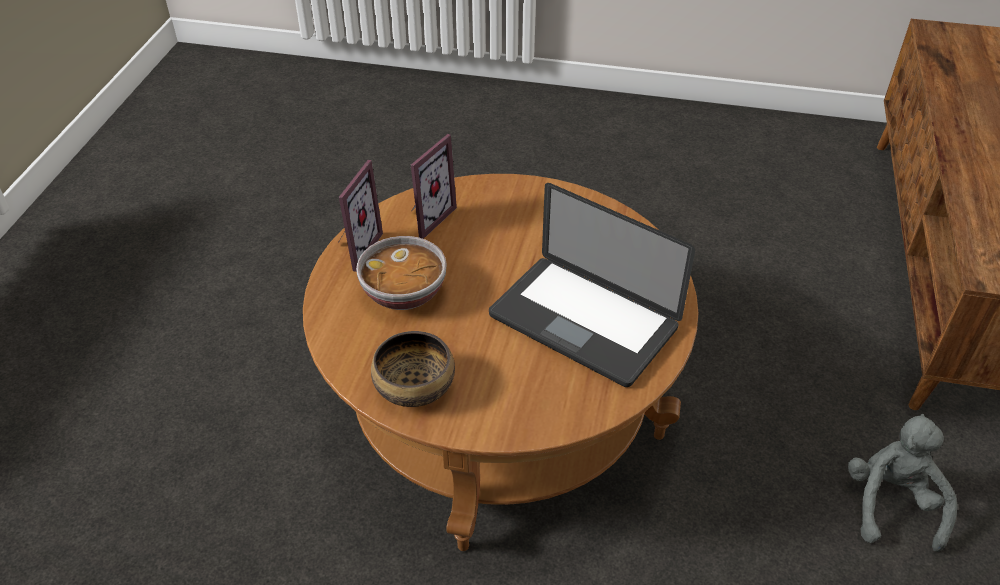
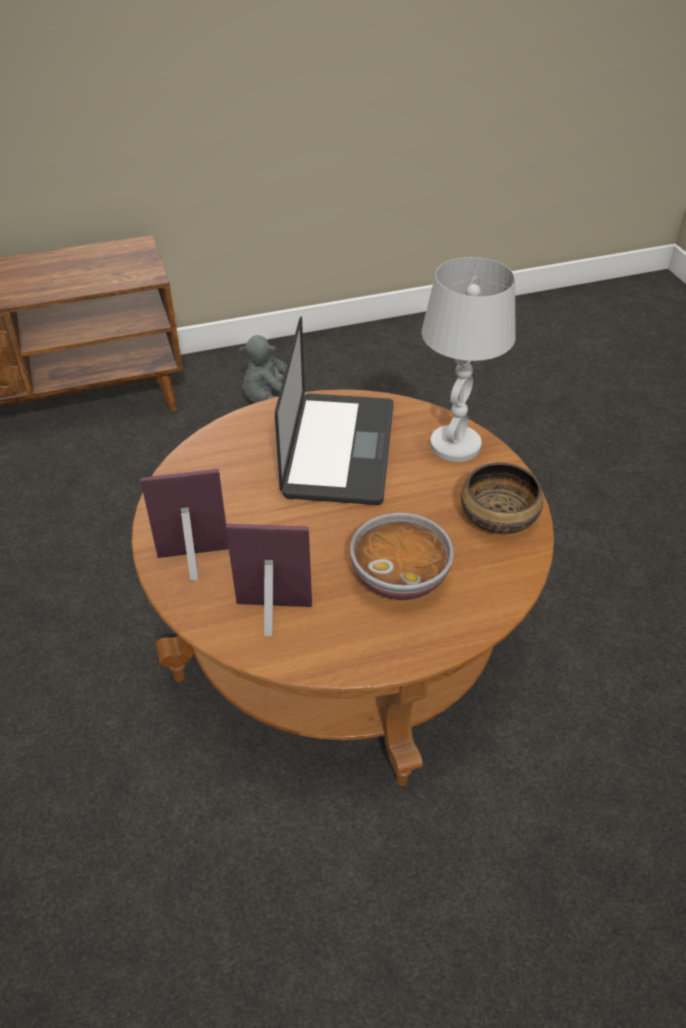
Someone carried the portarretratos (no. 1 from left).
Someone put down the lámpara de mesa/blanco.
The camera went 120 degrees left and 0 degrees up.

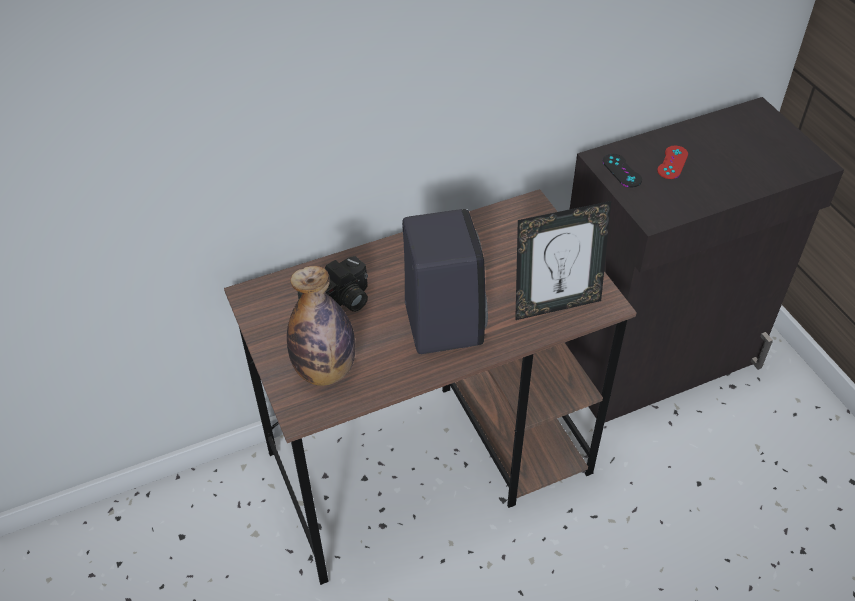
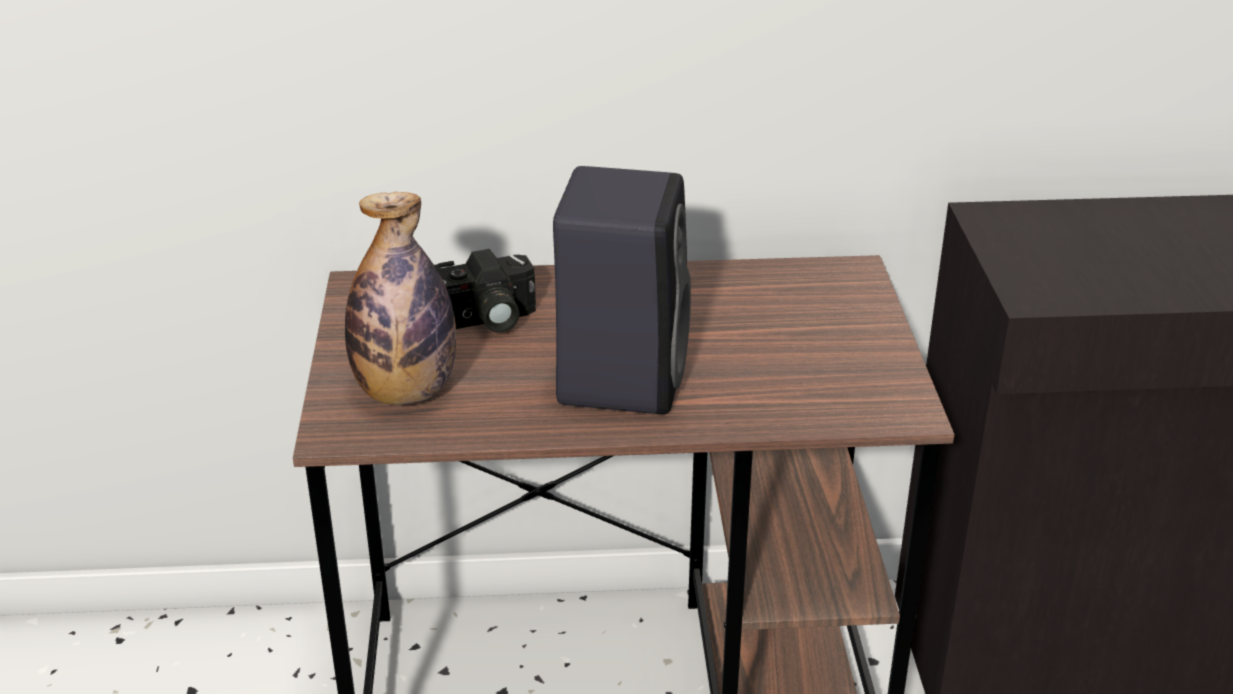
Someone took away the portarretratos.
Someone took away the mando de consola/negro.
Someone took away the mando de consola/rojo.
The camera went 20 degrees right and 15 degrees down.

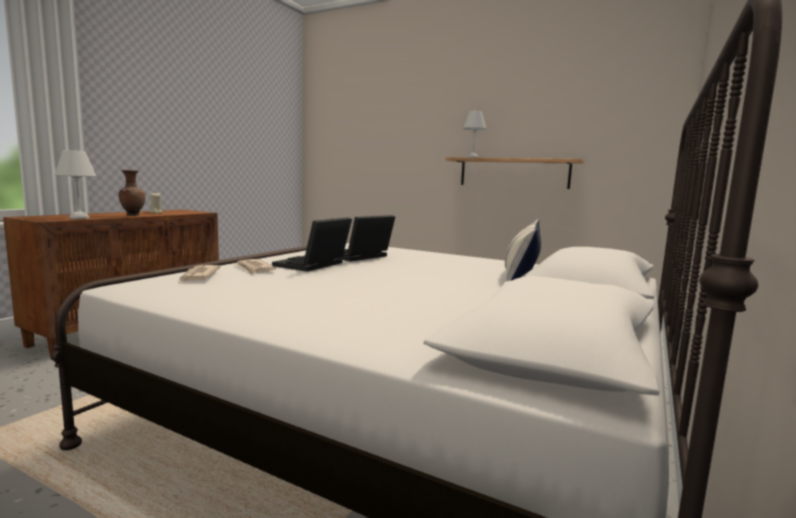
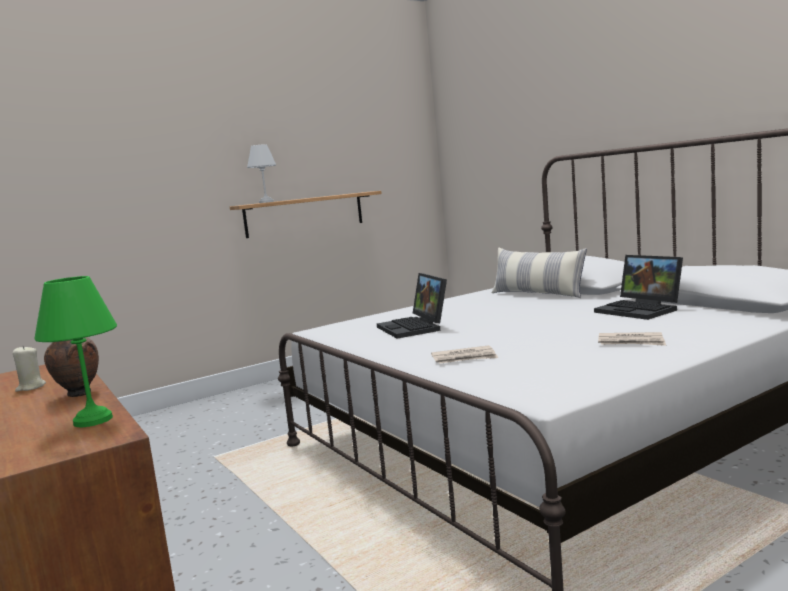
Someone repainted the lámpara de mesa/blanco (no. 1 from left), which became the lámpara de mesa/verde.
Someone carried the periódico (no. 1 from left in the first image).
Someone carried the portátil (no. 1 from left in the first image).
The camera went 60 degrees left and 0 degrees up.

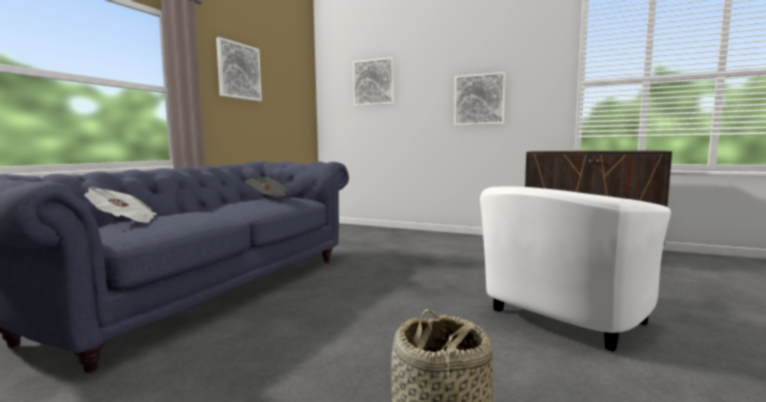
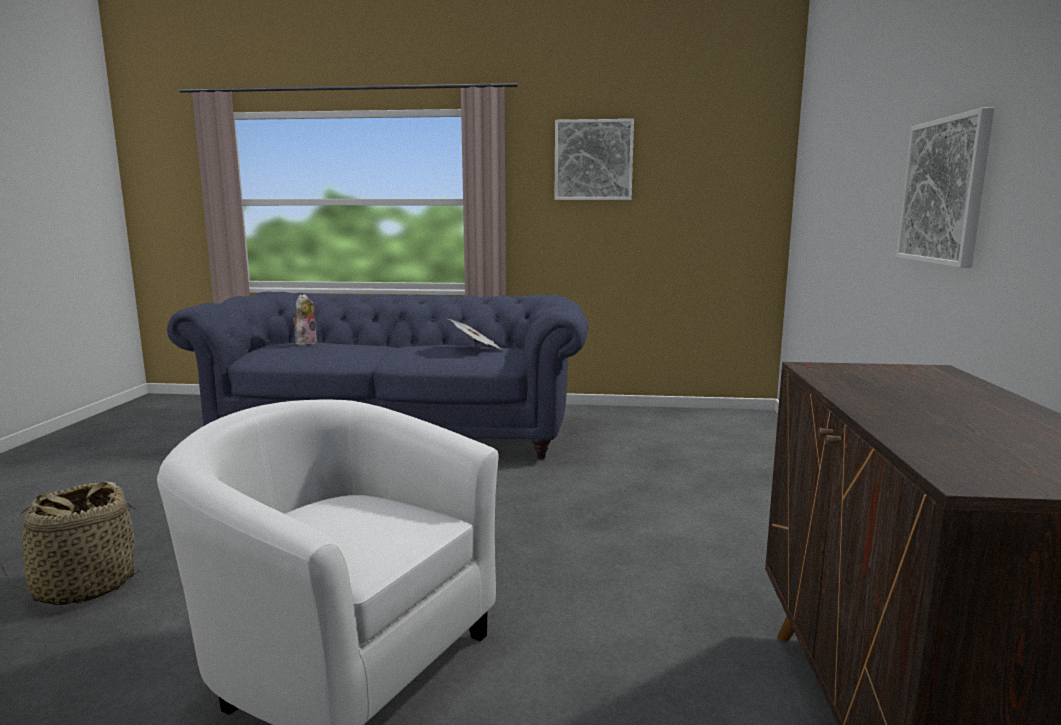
Someone swapped the periódico (no. 1 from left) for the peluche.
Someone took away the cuadro (no. 2 from left).
The camera went 70 degrees right and 5 degrees up.

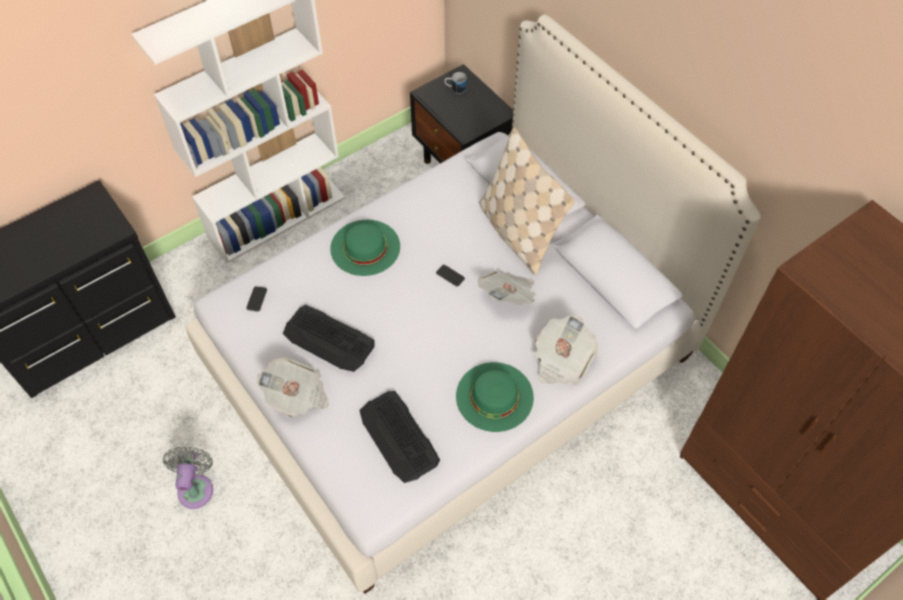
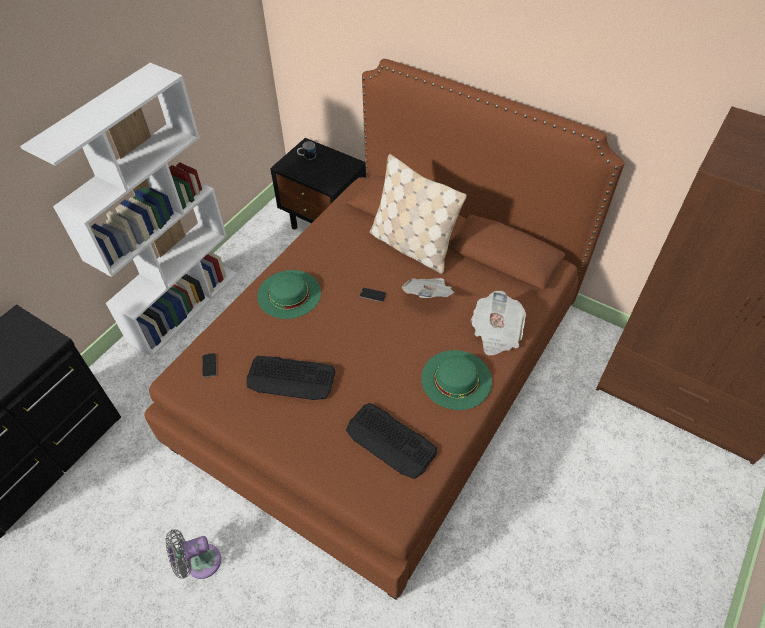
Someone rotated the ventilador/gris by 90 degrees counterclockwise.
Someone repainted the cama/blanco, which became the cama/marrón.
Someone took away the periódico (no. 1 from left).
The camera went 20 degrees left and 5 degrees down.

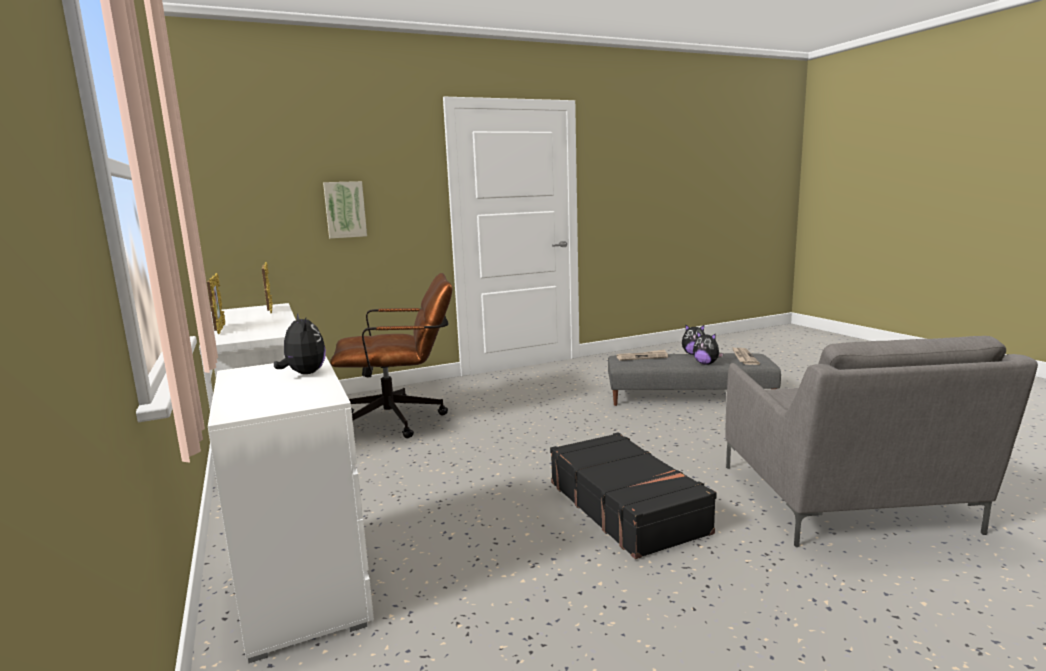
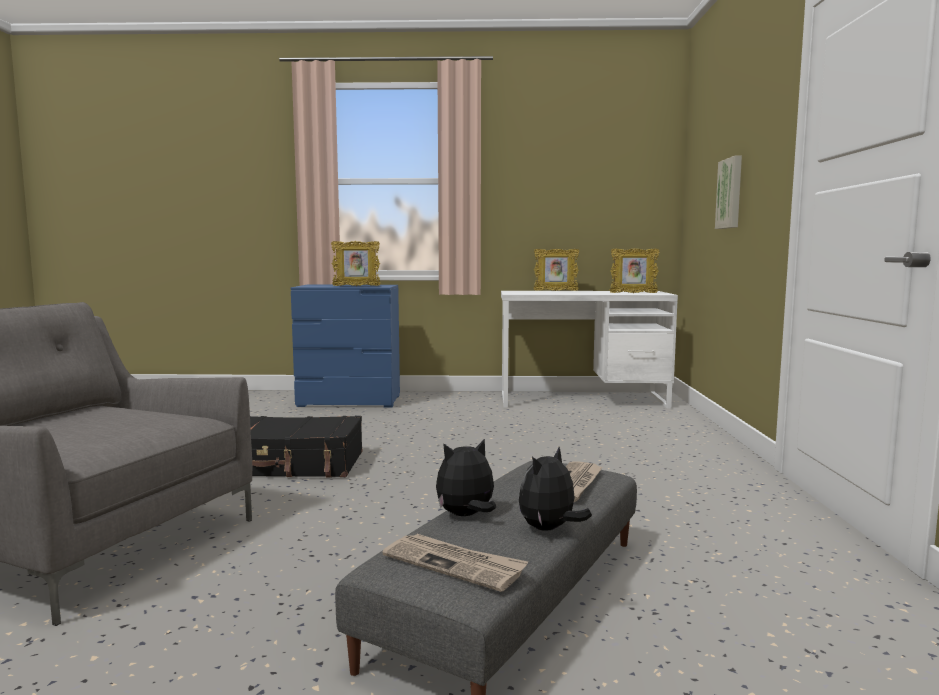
Someone repainted the cómoda/blanco, which became the cómoda/azul.
Someone swapped the peluche (no. 1 from left) for the portarretratos (no. 1 from left).
Someone took away the silla de oficina/marrón.
The camera went 115 degrees right and 5 degrees down.

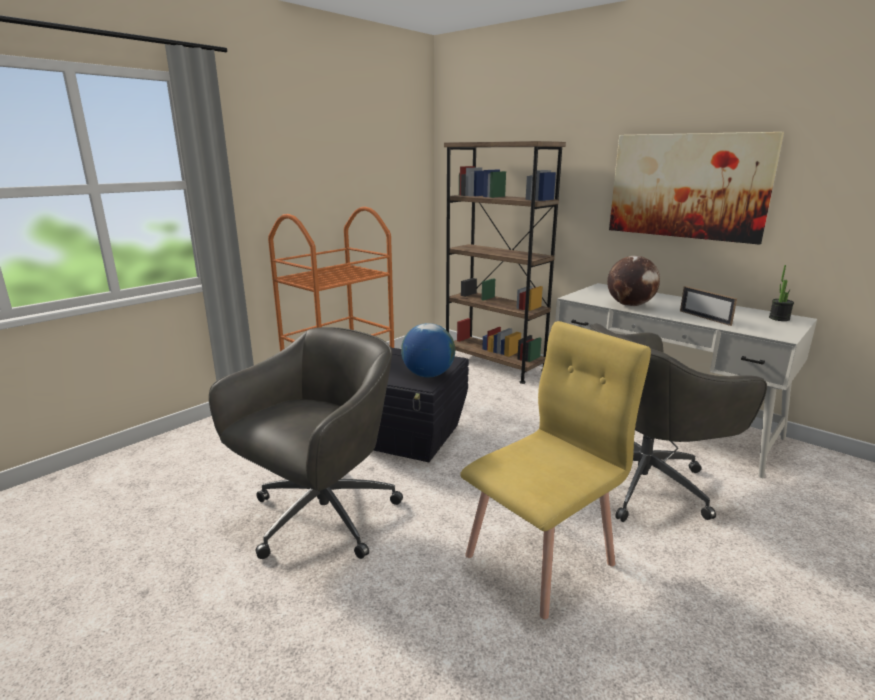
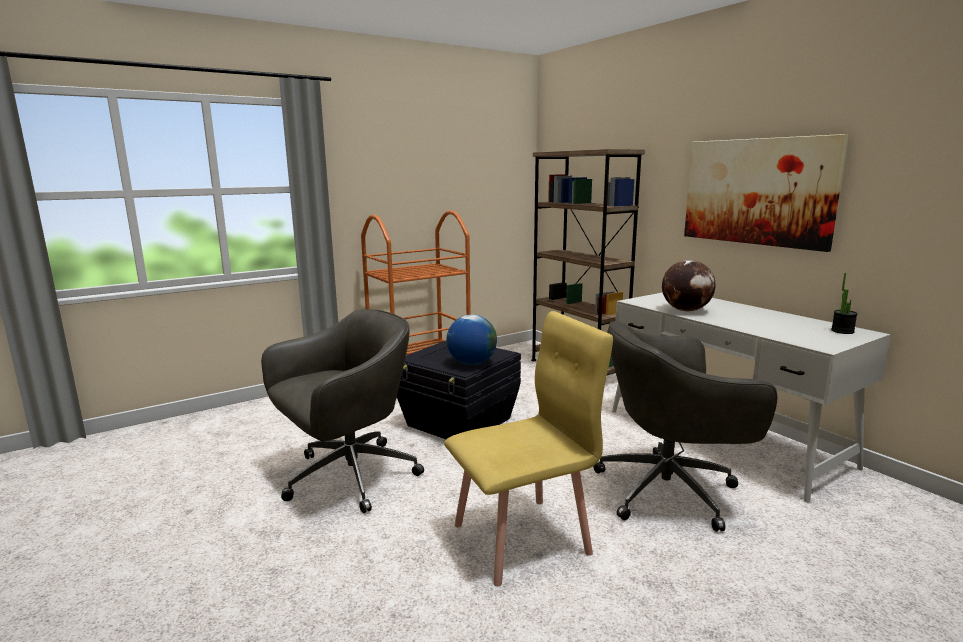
Someone took away the portarretratos.
The camera went 15 degrees right and 5 degrees down.

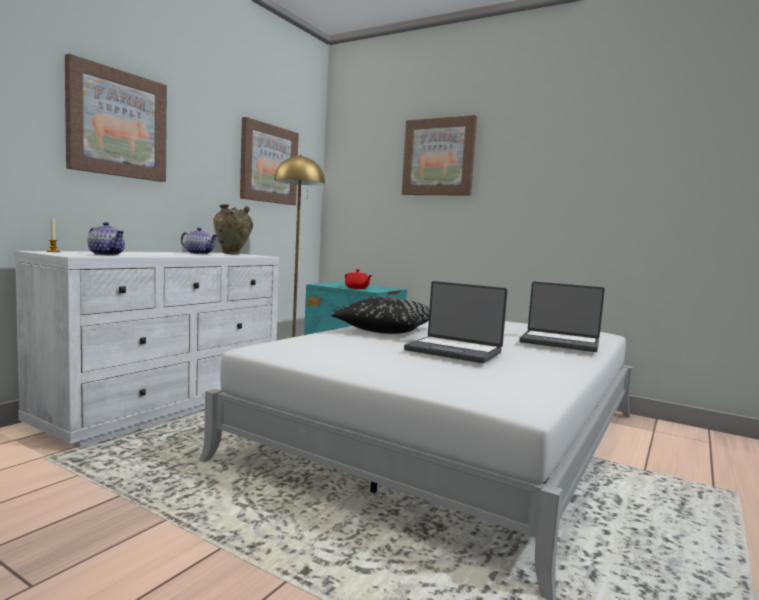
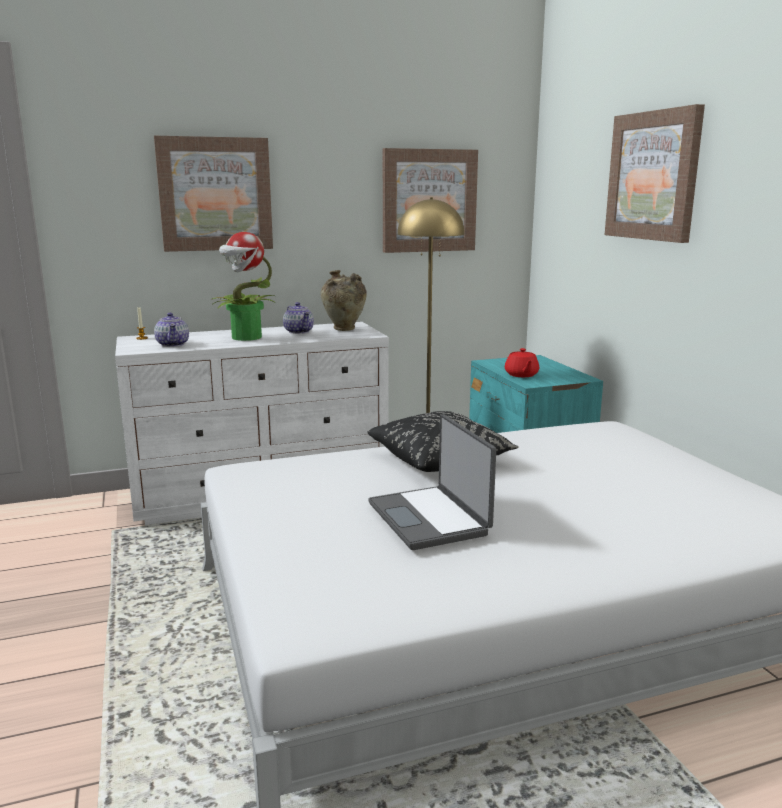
Someone took away the portátil (no. 2 from left).
Someone put down the planta en maceta.
The camera went 40 degrees right and 10 degrees up.

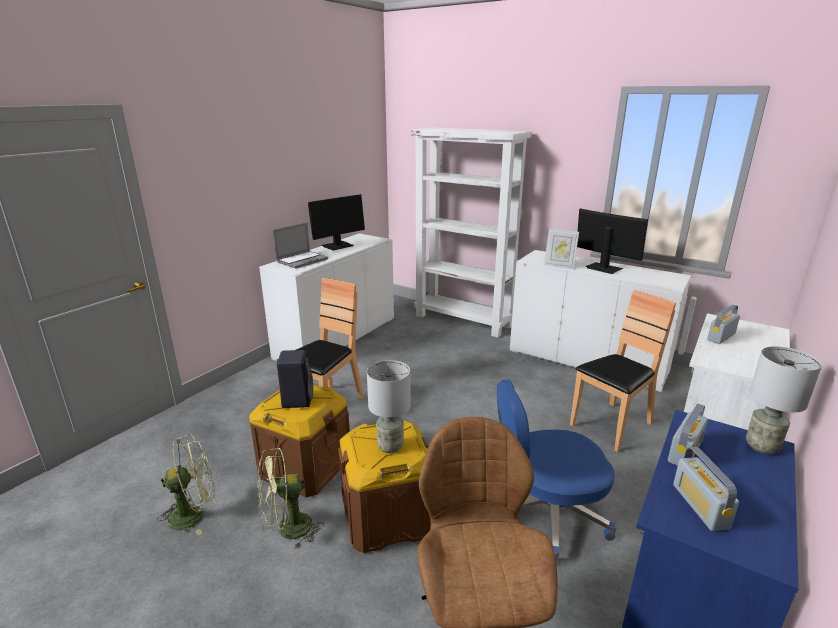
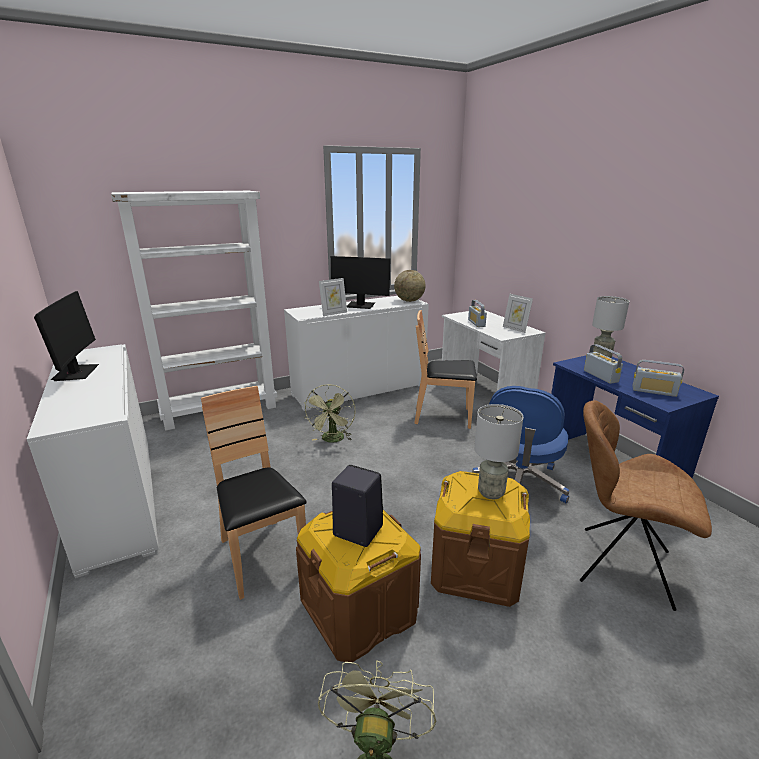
Someone carried the ventilador/verde (no. 2 from left in the first image).
Someone took away the portátil.
Someone rotated the silla/marrón (no. 3 from left in the first image) by 75 degrees counterclockwise.
Someone rotated the monitor (no. 2 from left) by 150 degrees counterclockwise.
Someone put down the globo terráqueo.
Someone put down the portarretratos (no. 2 from left).
The camera went 60 degrees left and 0 degrees up.

